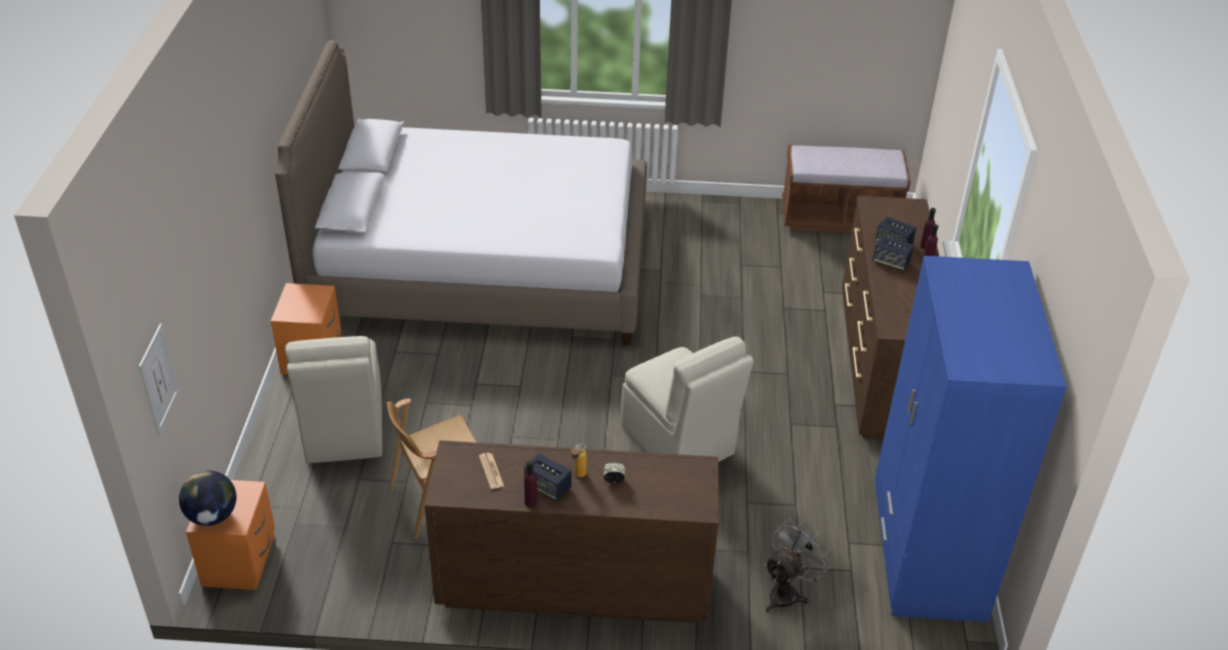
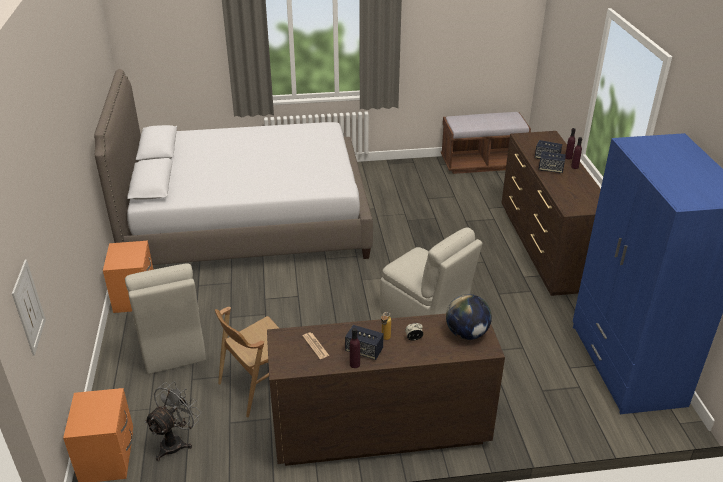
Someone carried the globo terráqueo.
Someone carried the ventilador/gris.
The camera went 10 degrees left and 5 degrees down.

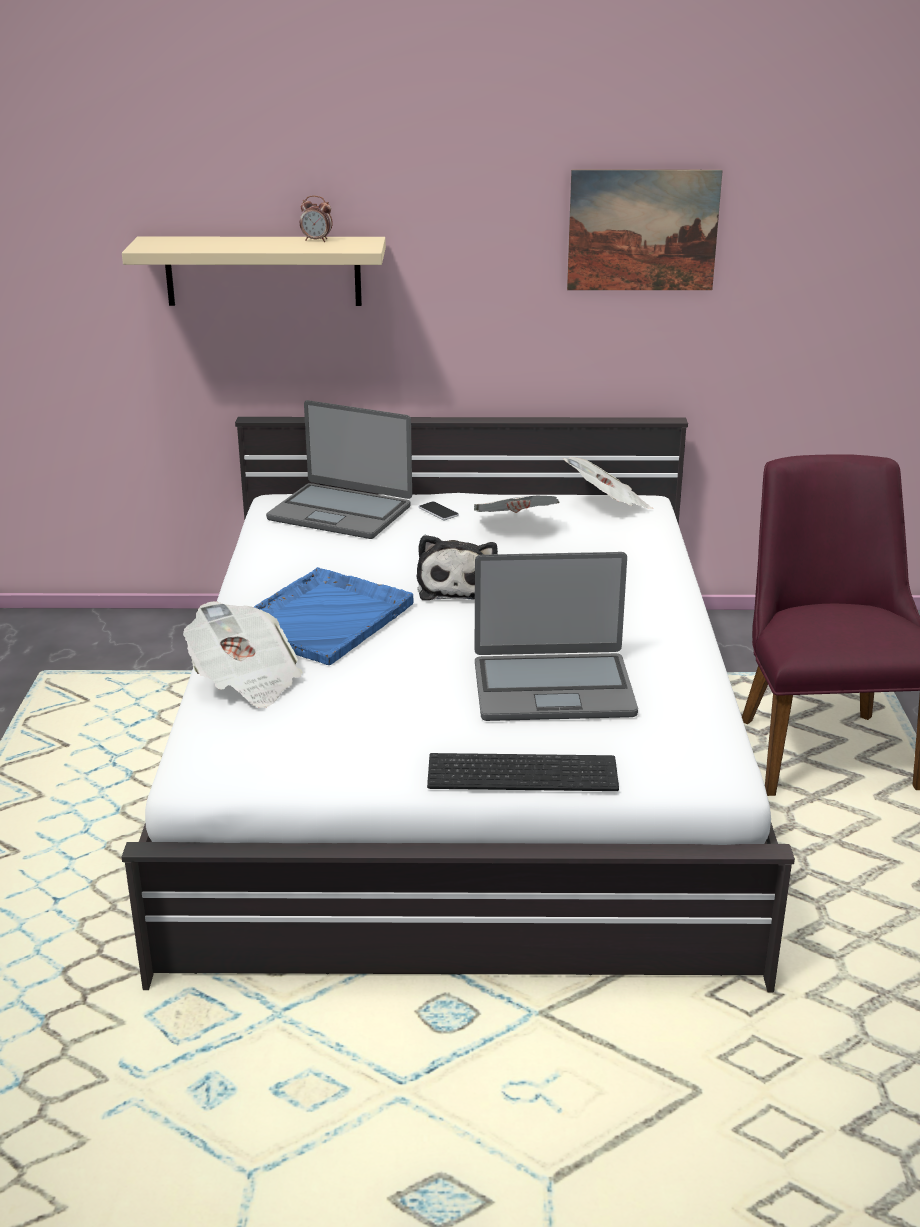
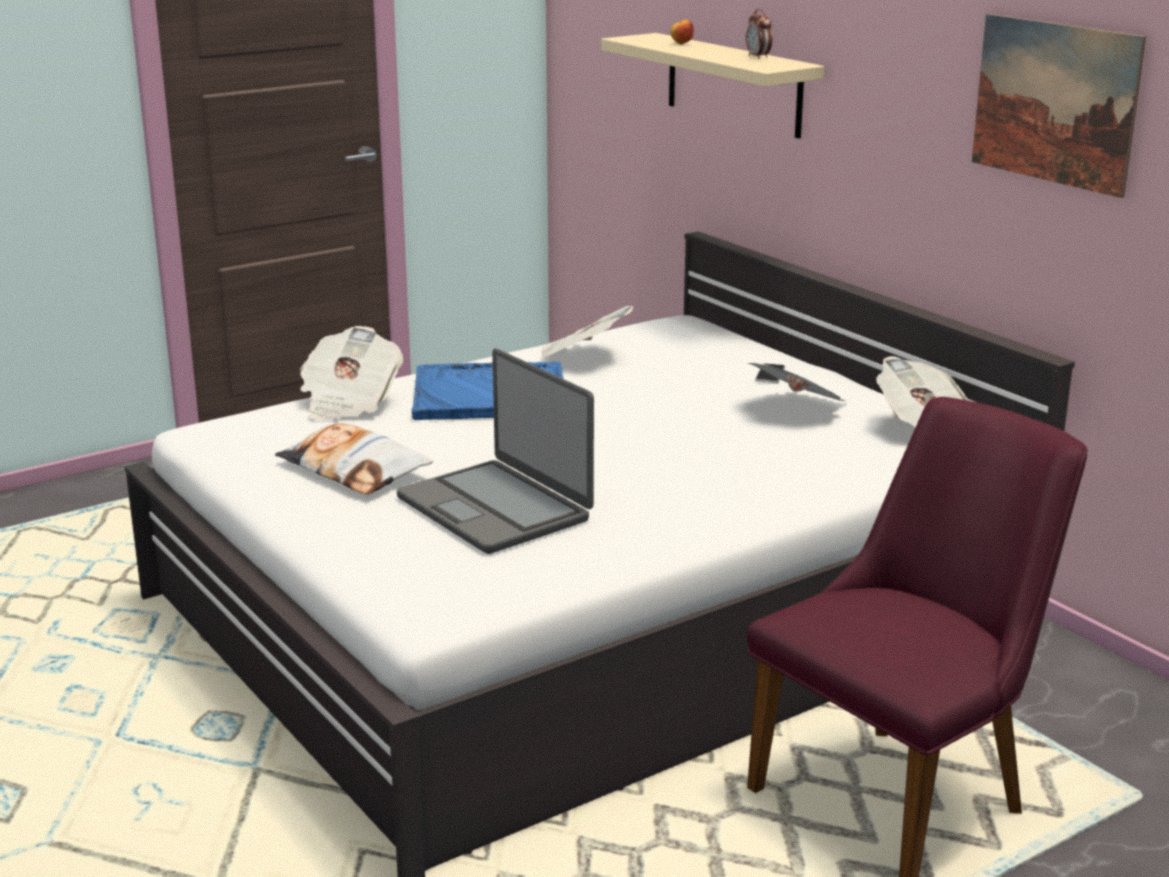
Someone took away the portátil (no. 1 from left).
Someone took away the peluche.
Someone took away the teclado.
Someone put down the cojín.
Someone put down the periódico (no. 2 from left).
Someone put down the manzana.
The camera went 55 degrees right and 5 degrees down.

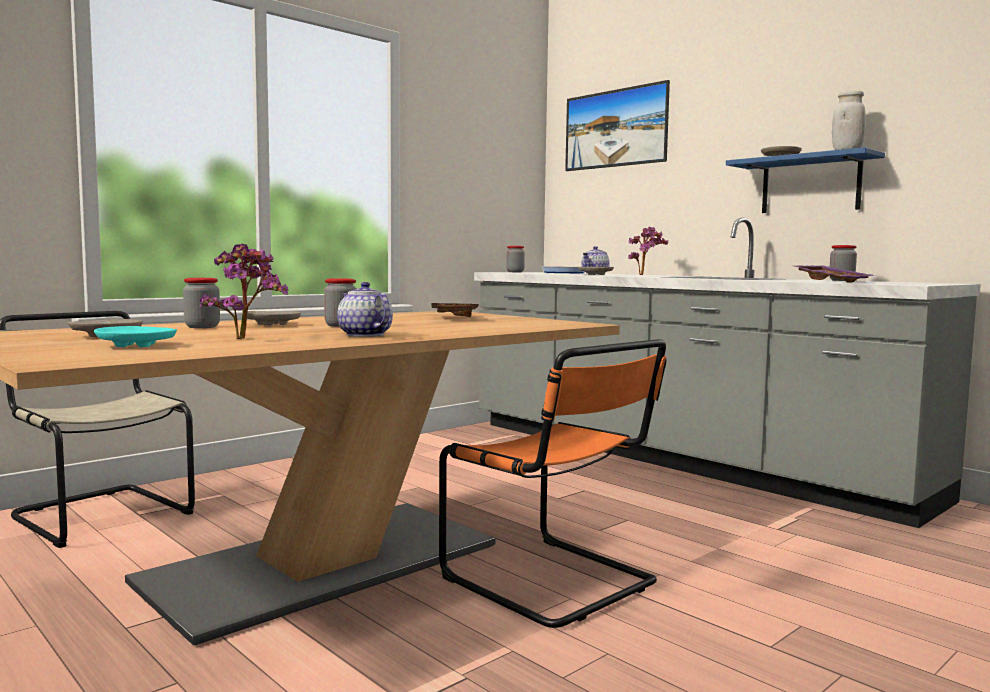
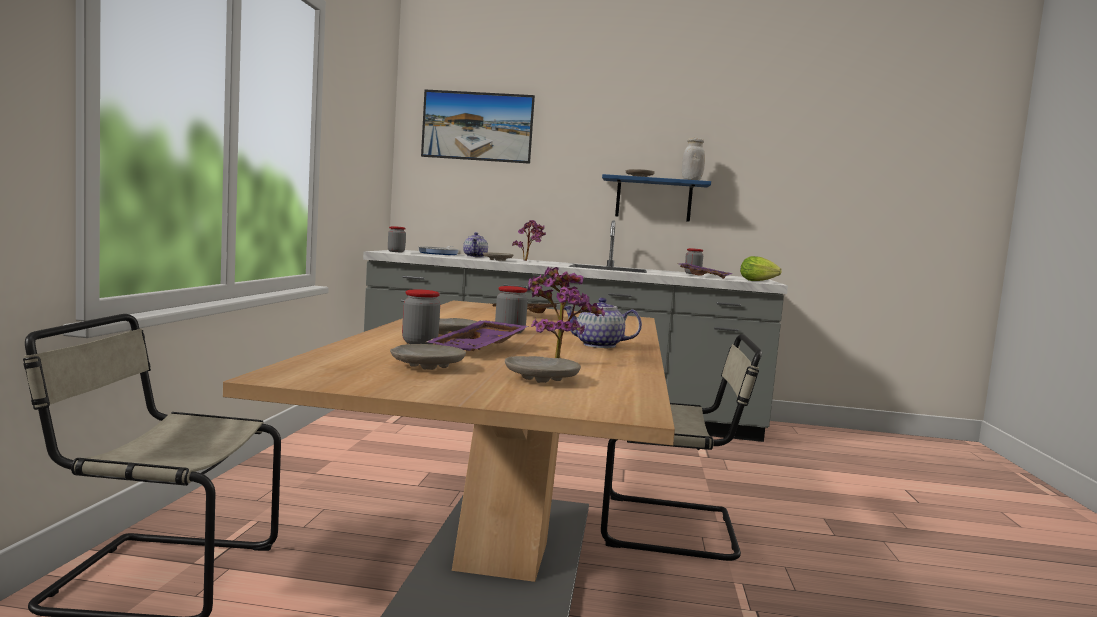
Someone repainted the plato/turquesa, which became the plato/beis (no. 4 from left).
Someone repainted the silla/naranja, which became the silla/beis (no. 2 from left).
Someone put down the bandeja/morado (no. 1 from left).
Someone put down the lechuga.
The camera went 40 degrees left and 0 degrees up.

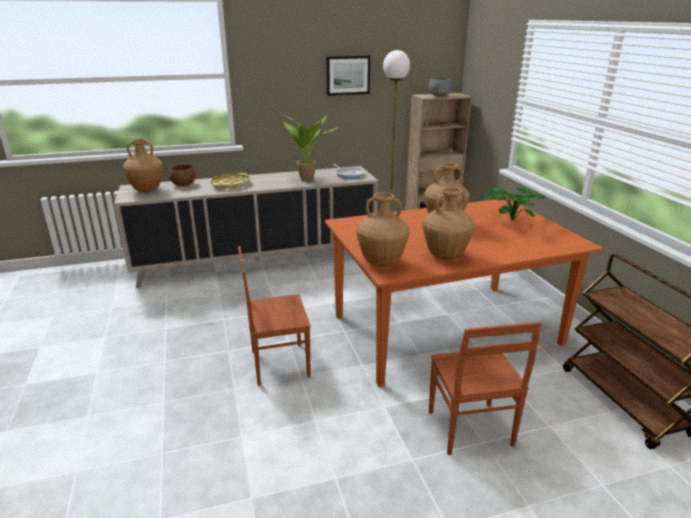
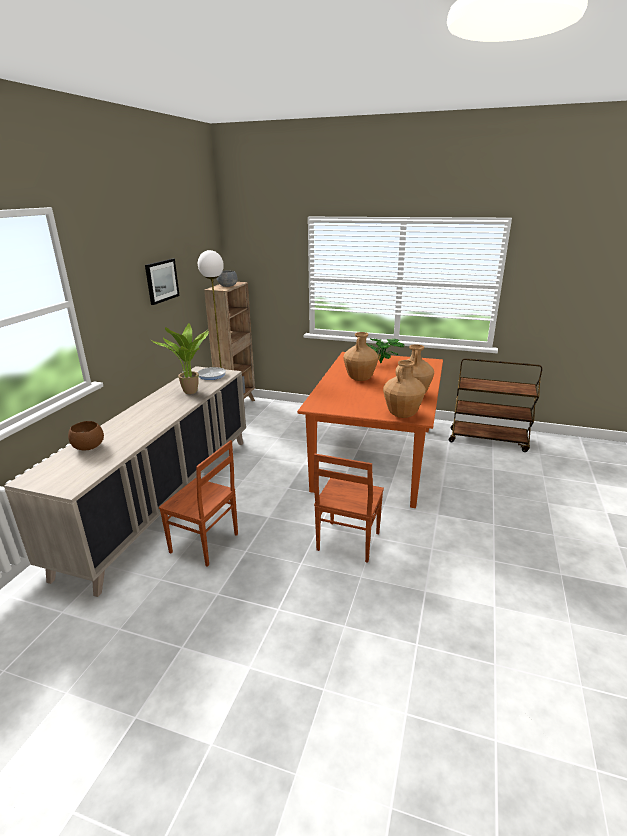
Someone took away the florero/marrón (no. 1 from left).
Someone took away the bandeja/amarillo.
Someone carried the silla/marrón (no. 2 from left in the first image).
The camera went 55 degrees left and 0 degrees up.

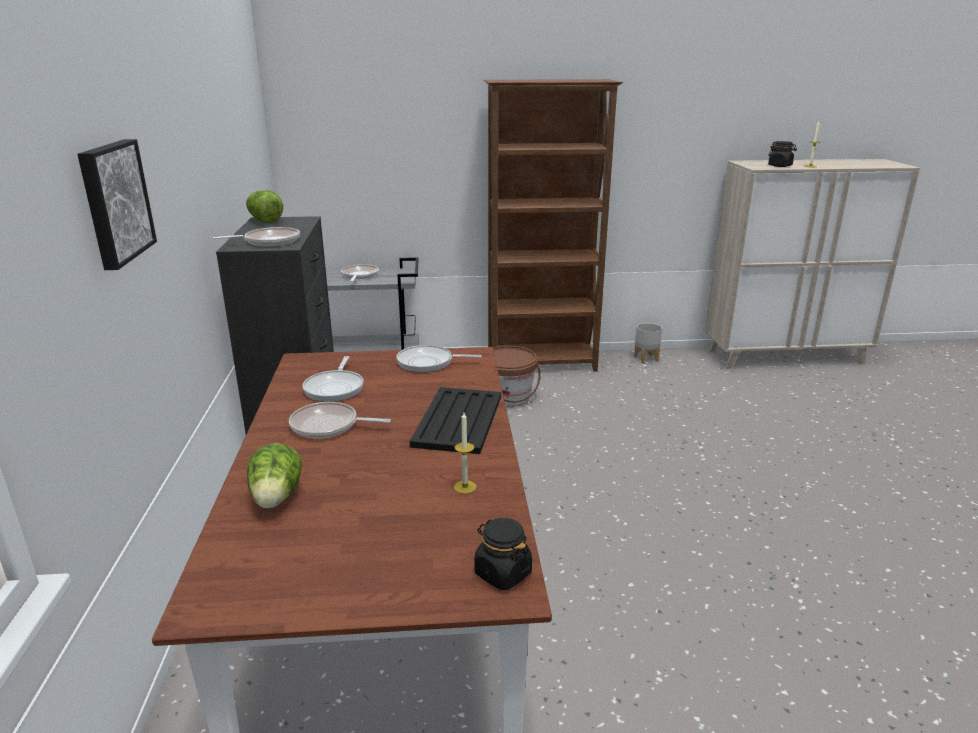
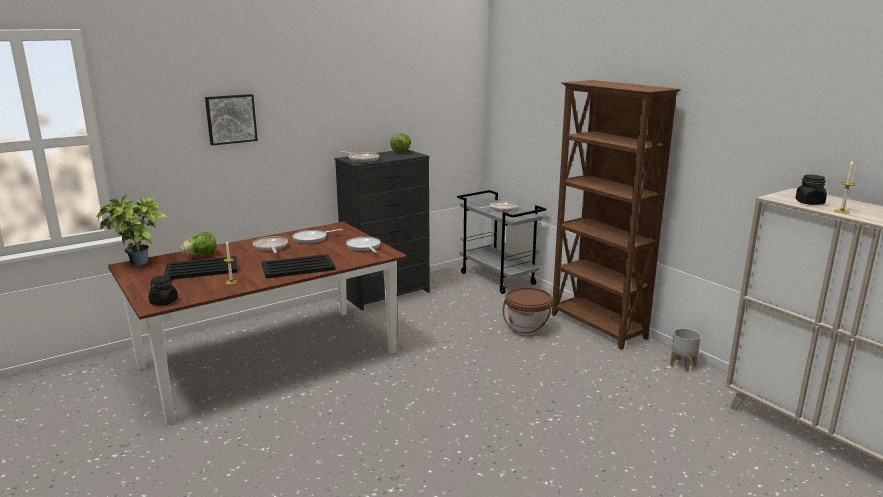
Someone put down the planta en maceta.
Someone put down the bandeja/negro (no. 1 from left).
The camera went 60 degrees right and 5 degrees down.

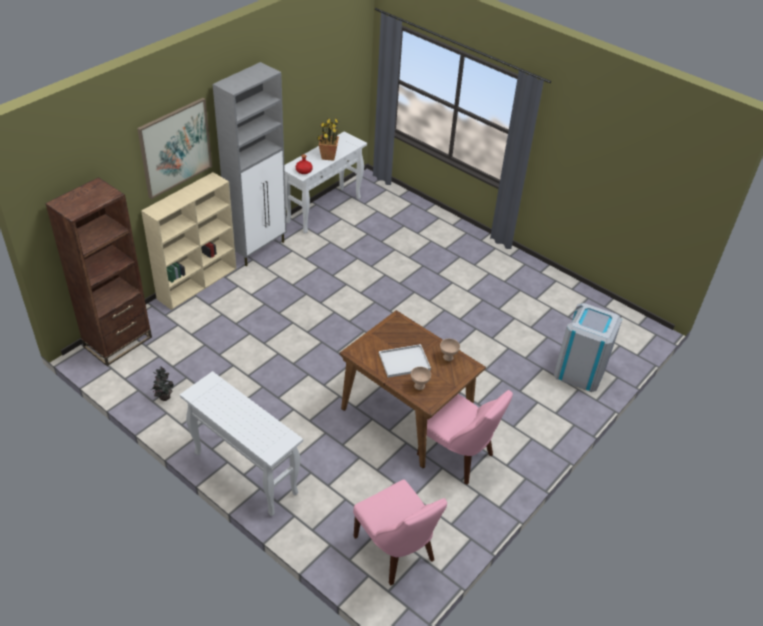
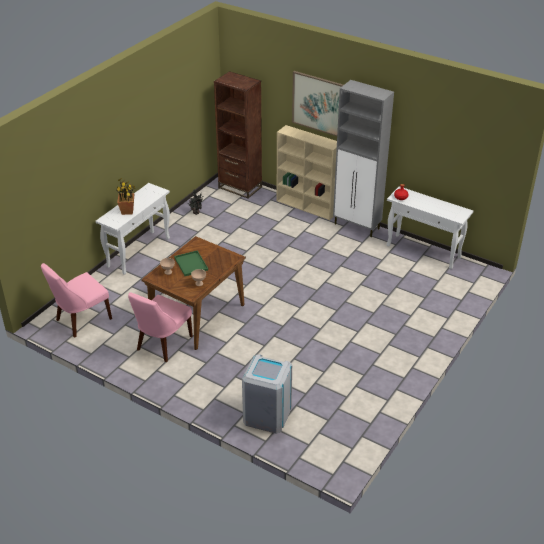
Someone carried the planta en maceta (no. 2 from left in the first image).
Someone repainted the bandeja/blanco, which became the bandeja/verde.
The camera went 85 degrees right and 5 degrees down.

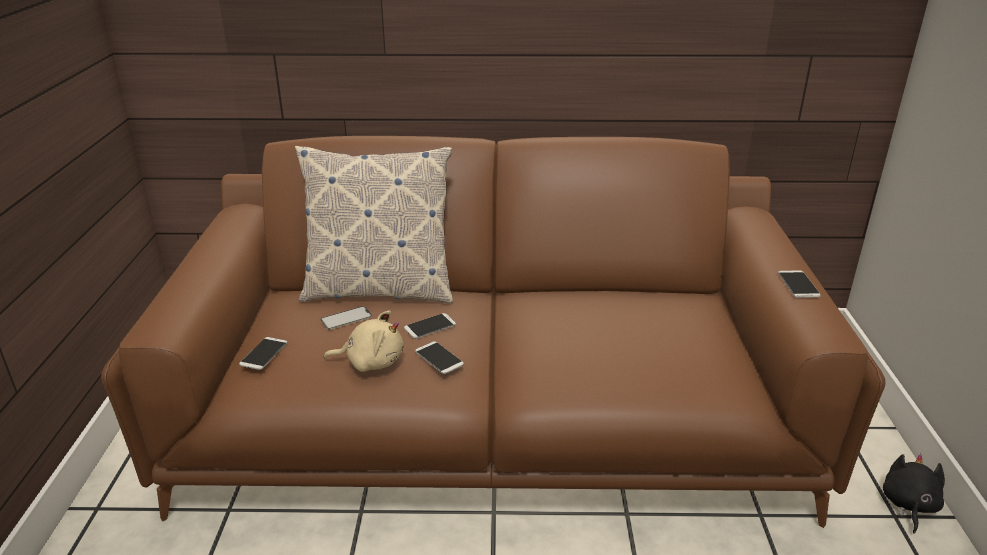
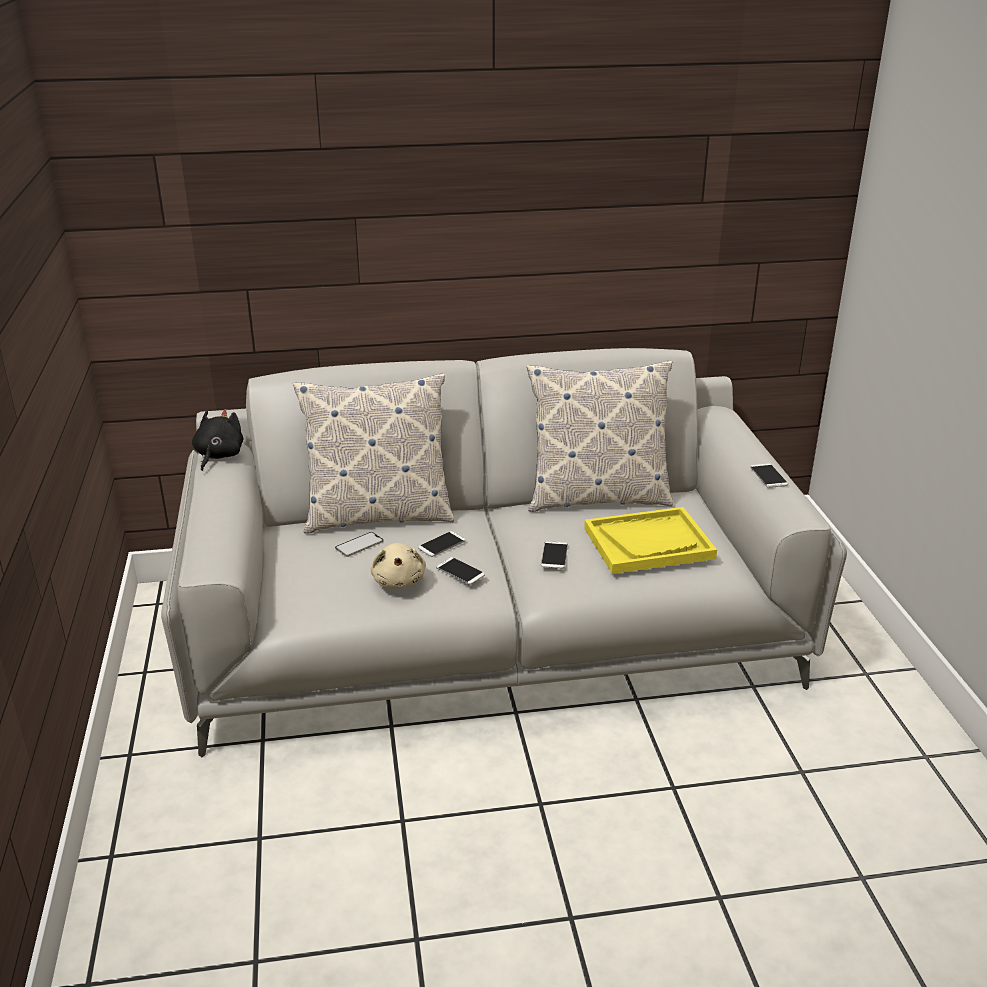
Someone repainted the sofá/marrón, which became the sofá/gris.
Someone carried the móvil (no. 1 from left in the first image).
Someone rotated the peluche/beis by 90 degrees clockwise.
Someone carried the peluche/negro.
Someone put down the cojín (no. 2 from left).
Someone put down the bandeja/amarillo.
The camera went 10 degrees left and 0 degrees up.

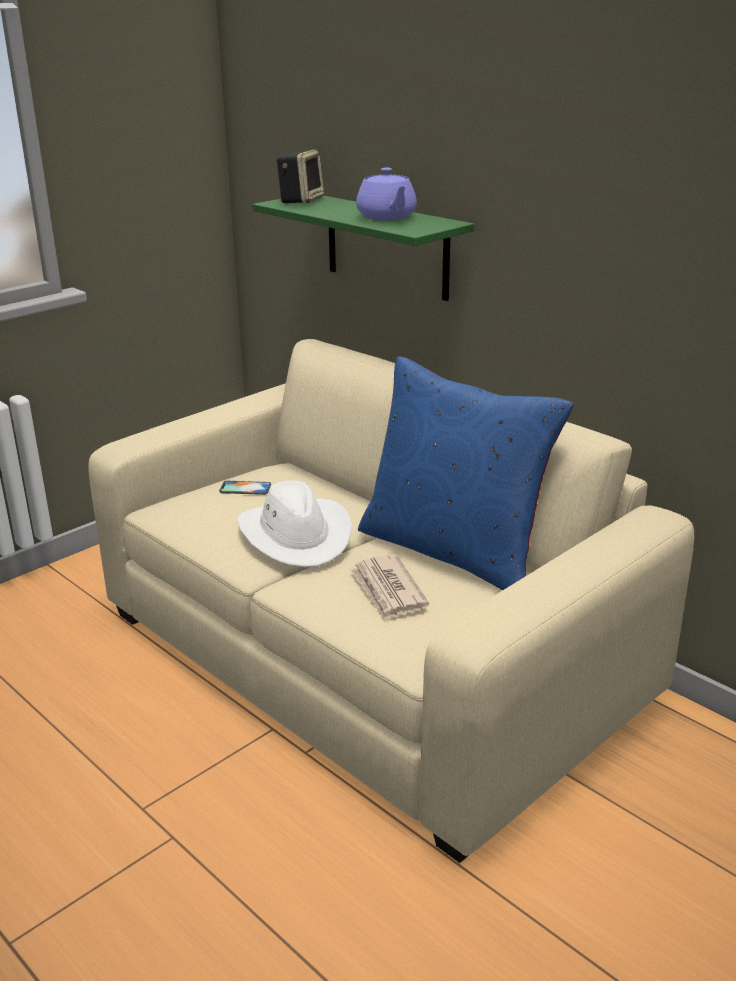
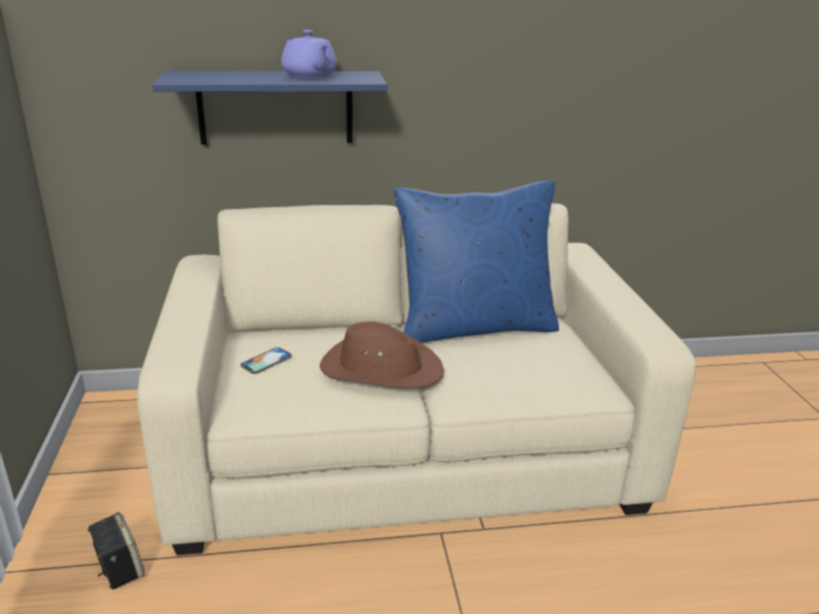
Someone repainted the sombrero/blanco, which became the sombrero/marrón.
Someone repainted the estante/verde, which became the estante/azul.
Someone carried the altavoz.
Someone took away the periódico.
Someone rotated the tetera/morado by 45 degrees clockwise.
The camera went 55 degrees left and 0 degrees up.

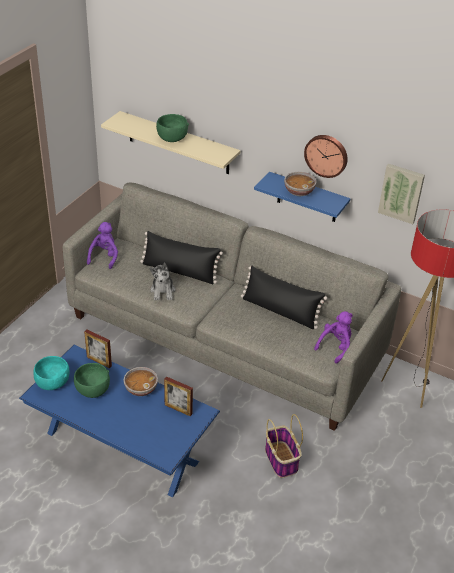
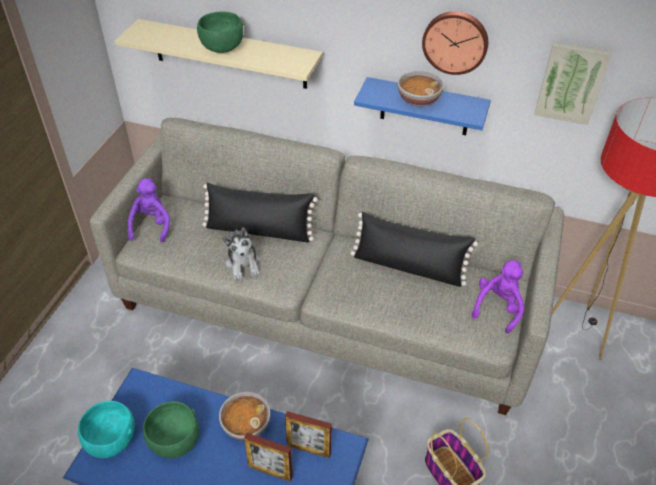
Someone carried the portarretratos (no. 1 from left).
The camera went 10 degrees left and 5 degrees up.

